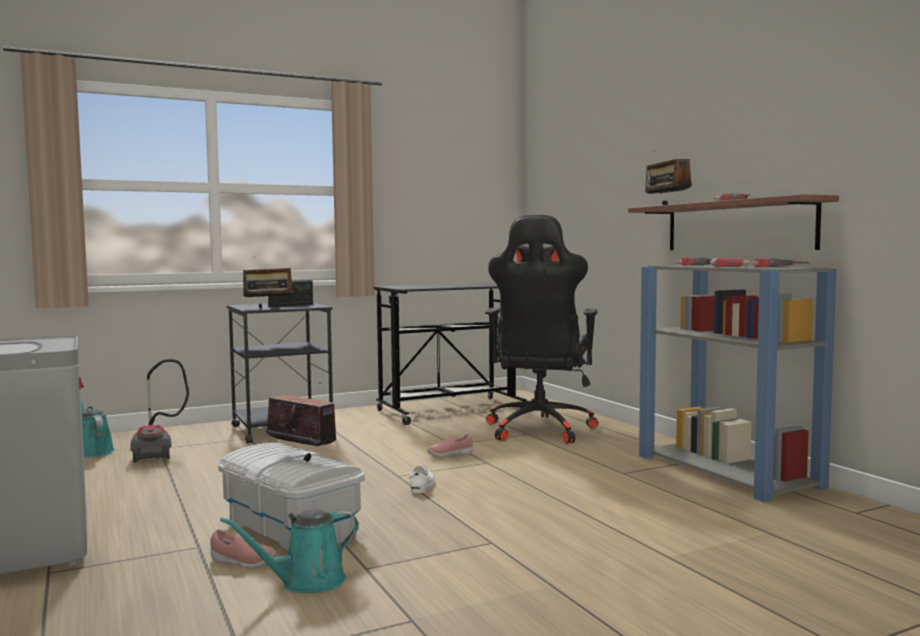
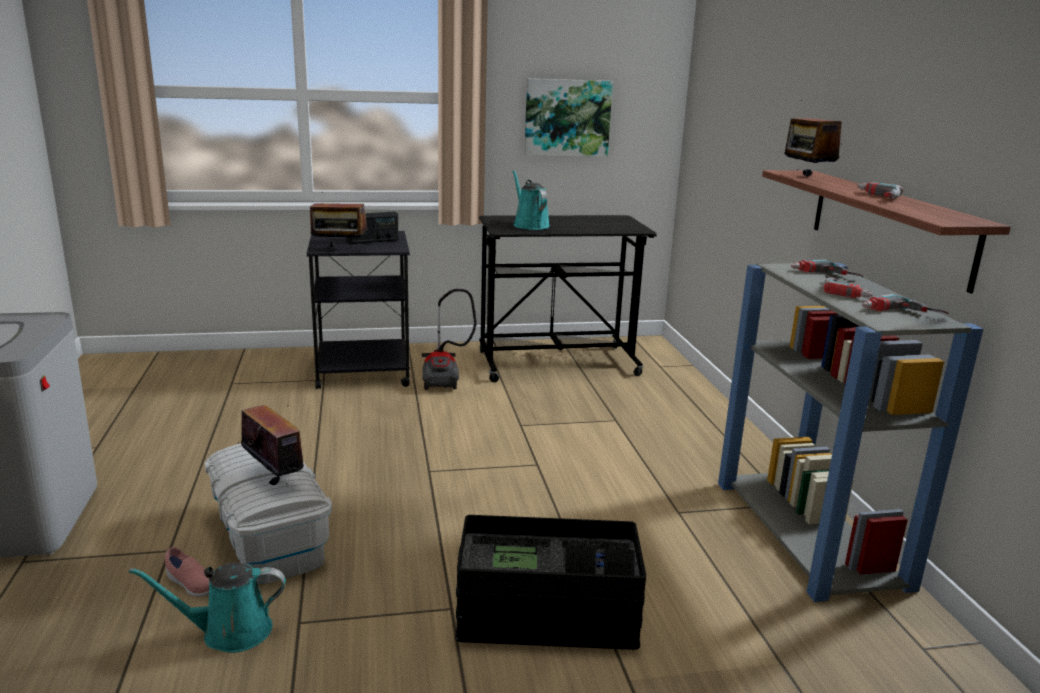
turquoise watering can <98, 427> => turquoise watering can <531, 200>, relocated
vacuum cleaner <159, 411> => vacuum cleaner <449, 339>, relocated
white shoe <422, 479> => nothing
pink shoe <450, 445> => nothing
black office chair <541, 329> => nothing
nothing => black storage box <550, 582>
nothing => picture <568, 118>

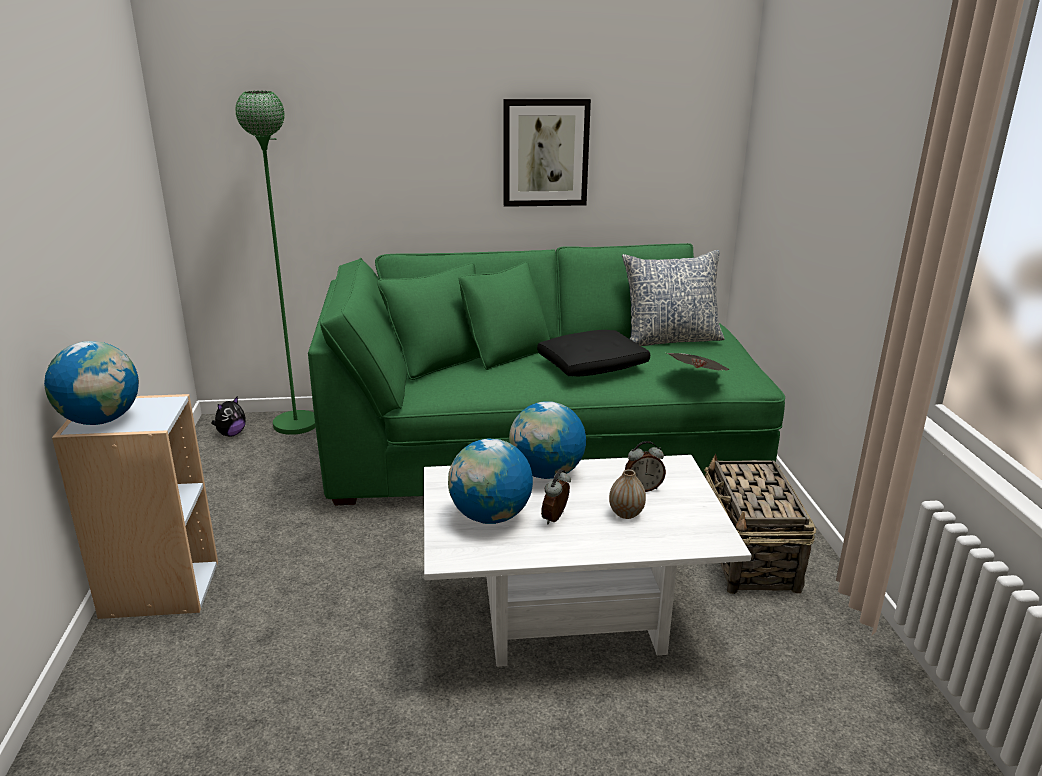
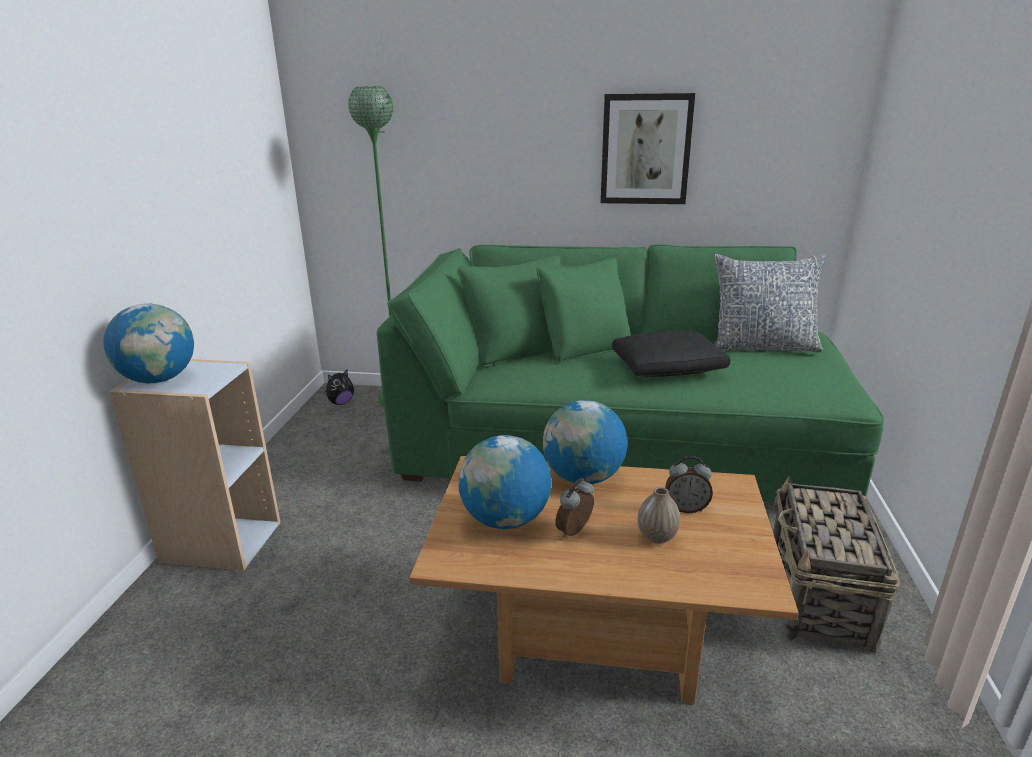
white coffee table <587, 561> => brown coffee table <604, 580>
newspaper <698, 362> => nothing

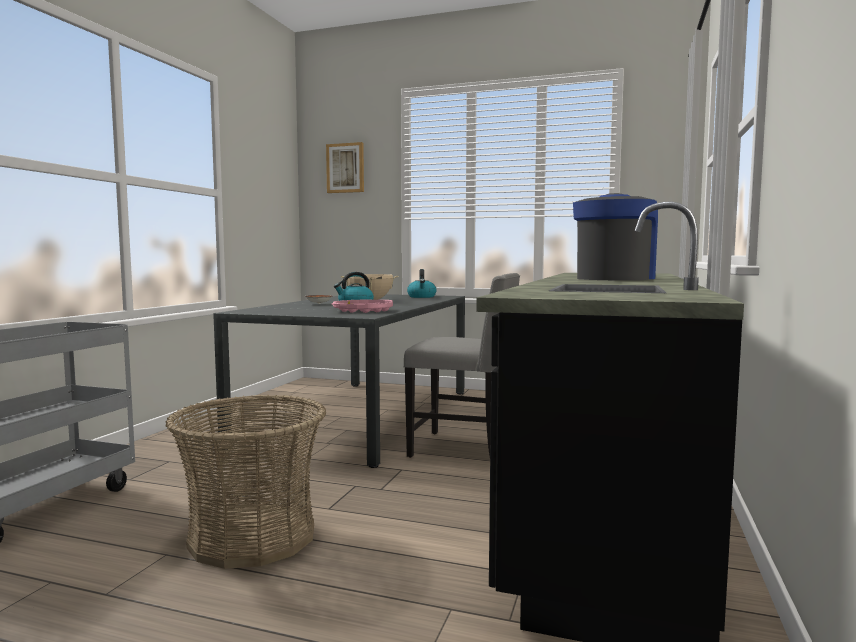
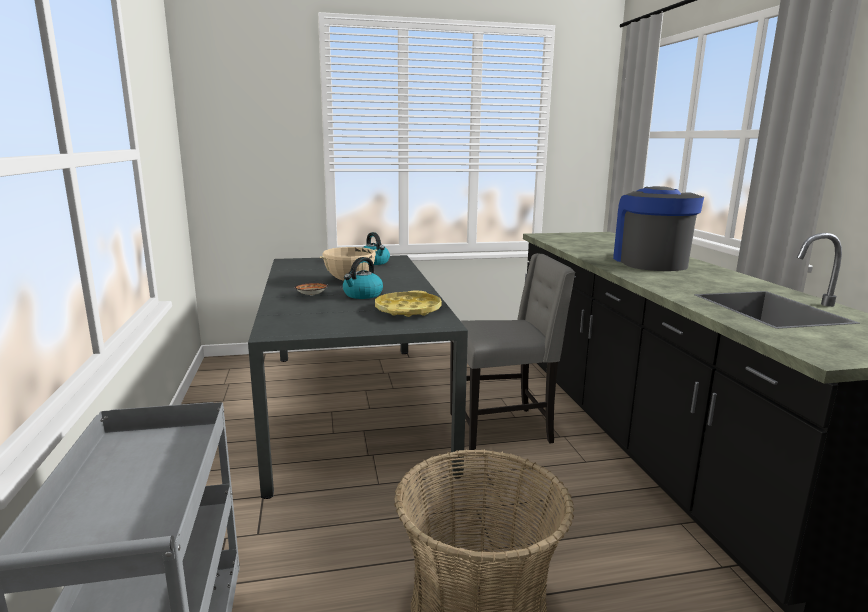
picture <345, 167> => nothing
pink tray <362, 306> => yellow tray <408, 303>

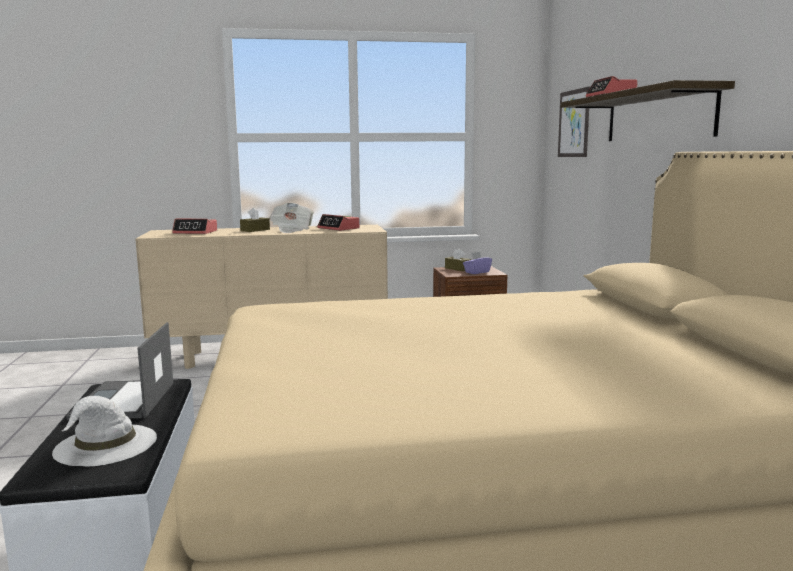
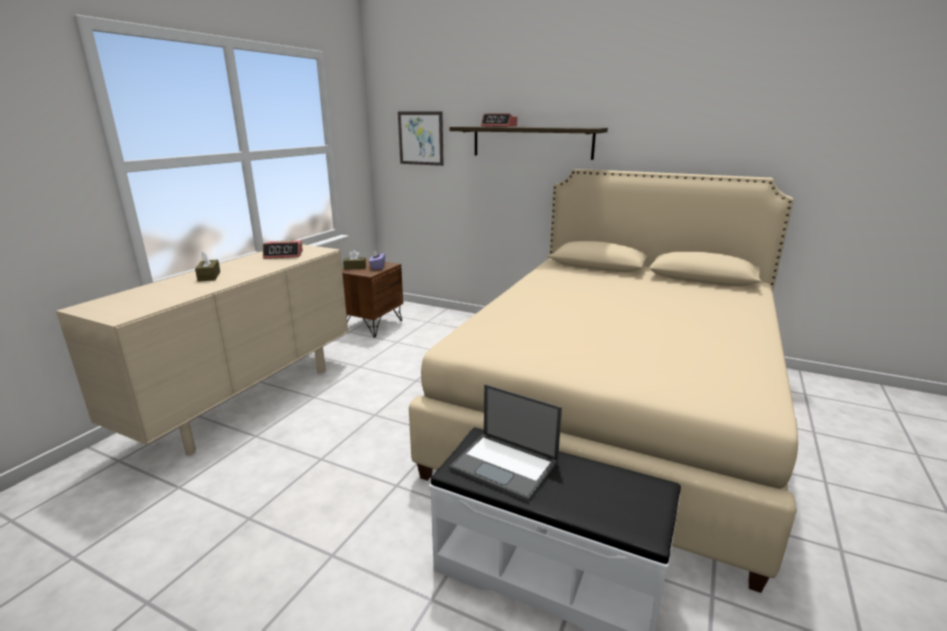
white hat <104, 431> => nothing
alarm clock <194, 226> => nothing
newspaper <291, 217> => nothing

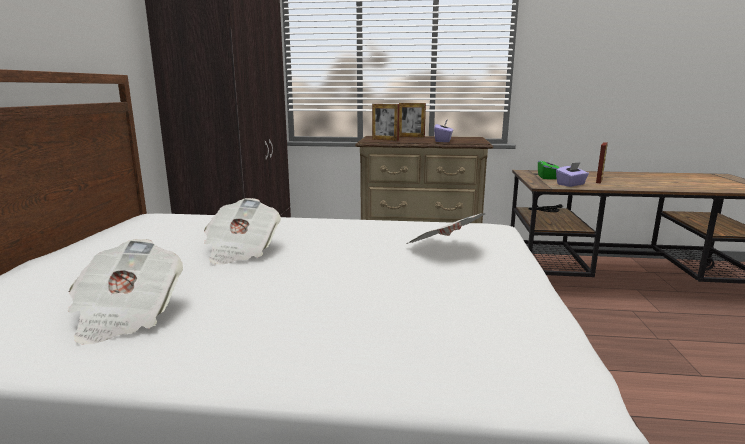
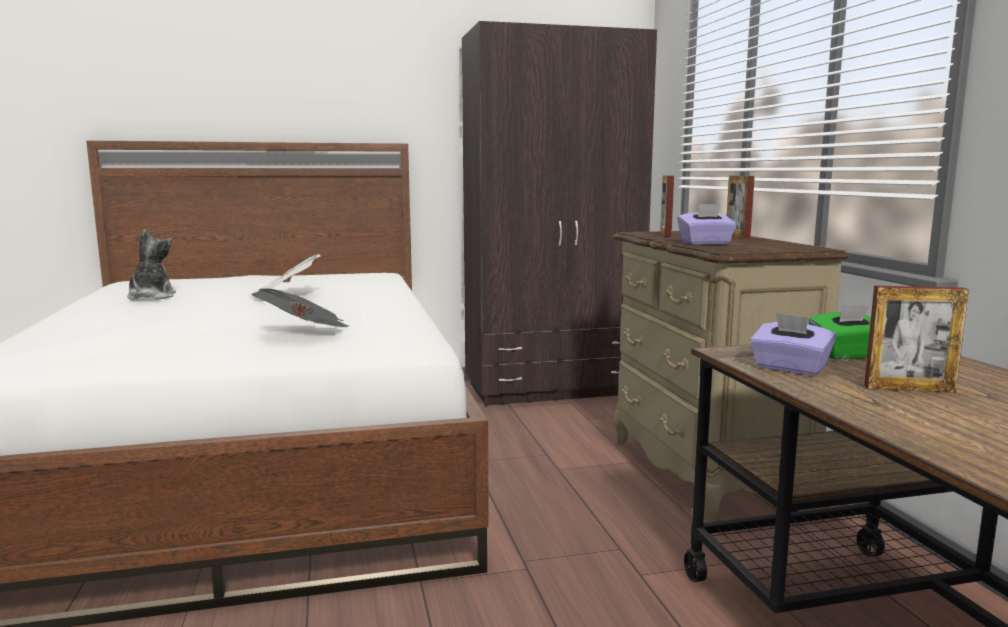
newspaper <125, 292> => plush toy <151, 264>

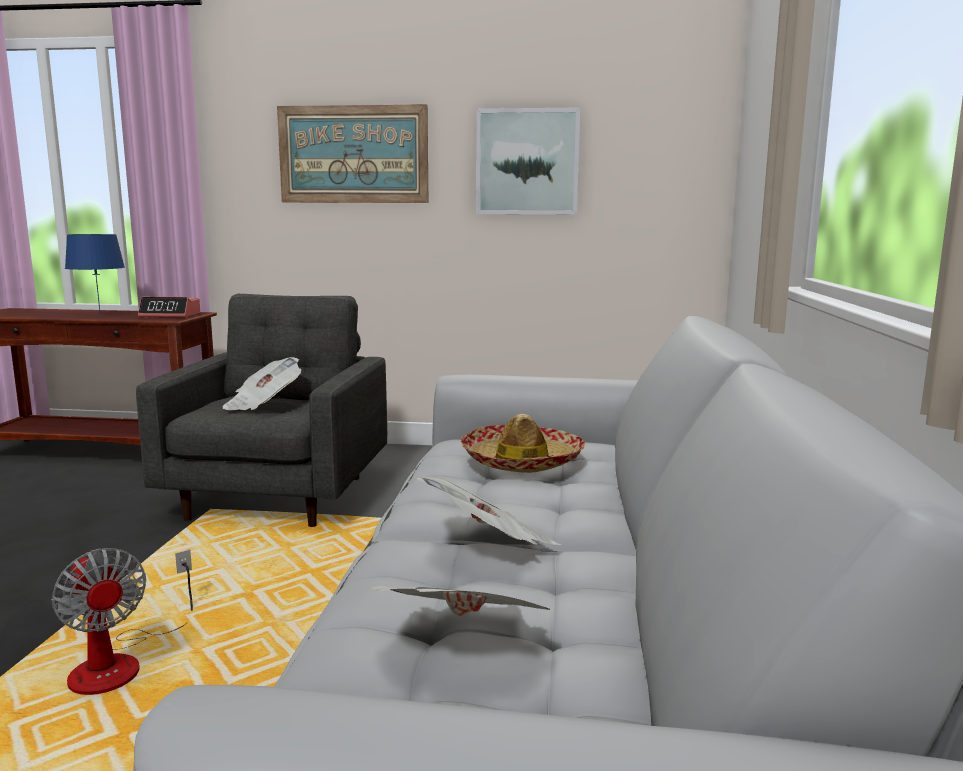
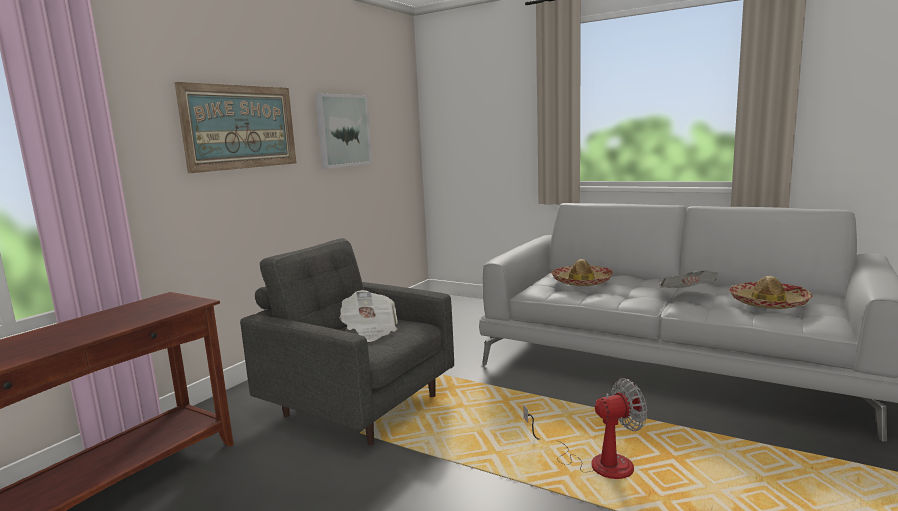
blue table lamp <95, 275> => nothing
alarm clock <169, 307> => nothing
newspaper <459, 600> => hat <771, 292>

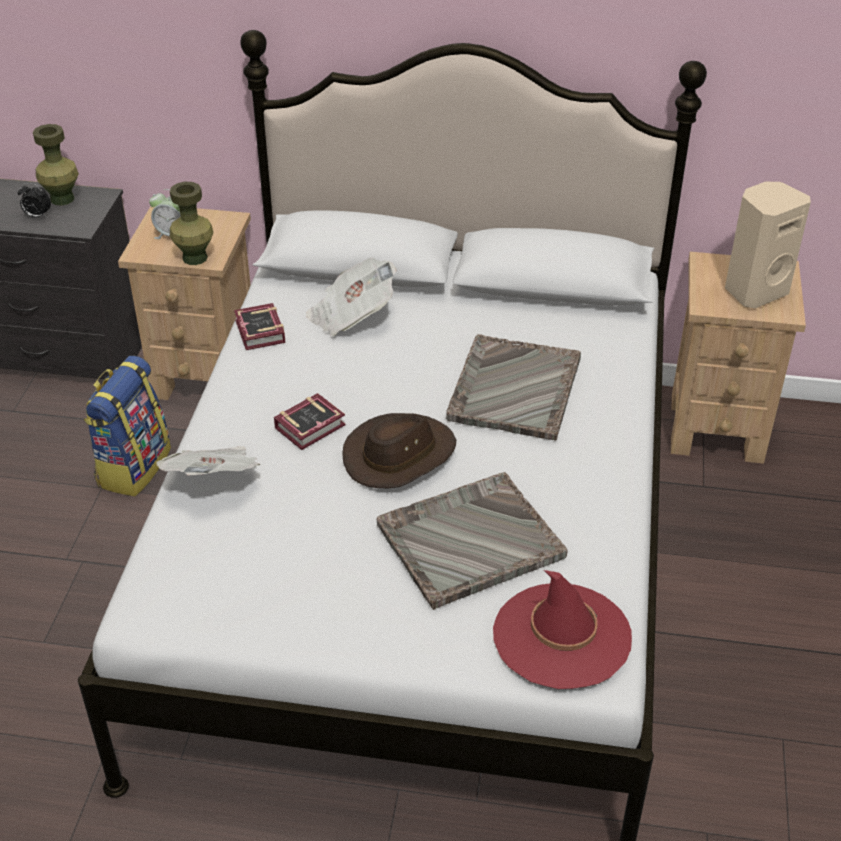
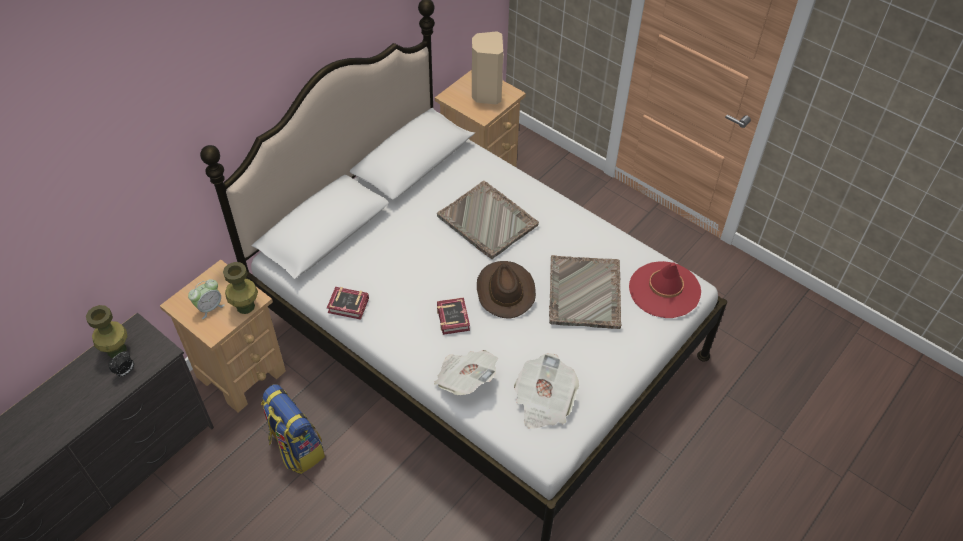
newspaper <351, 296> => newspaper <546, 391>, relocated

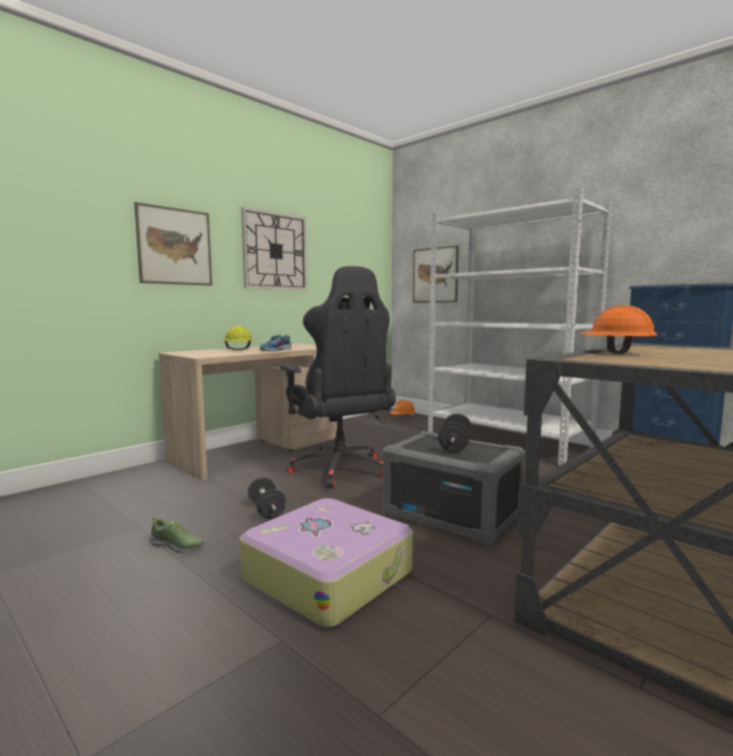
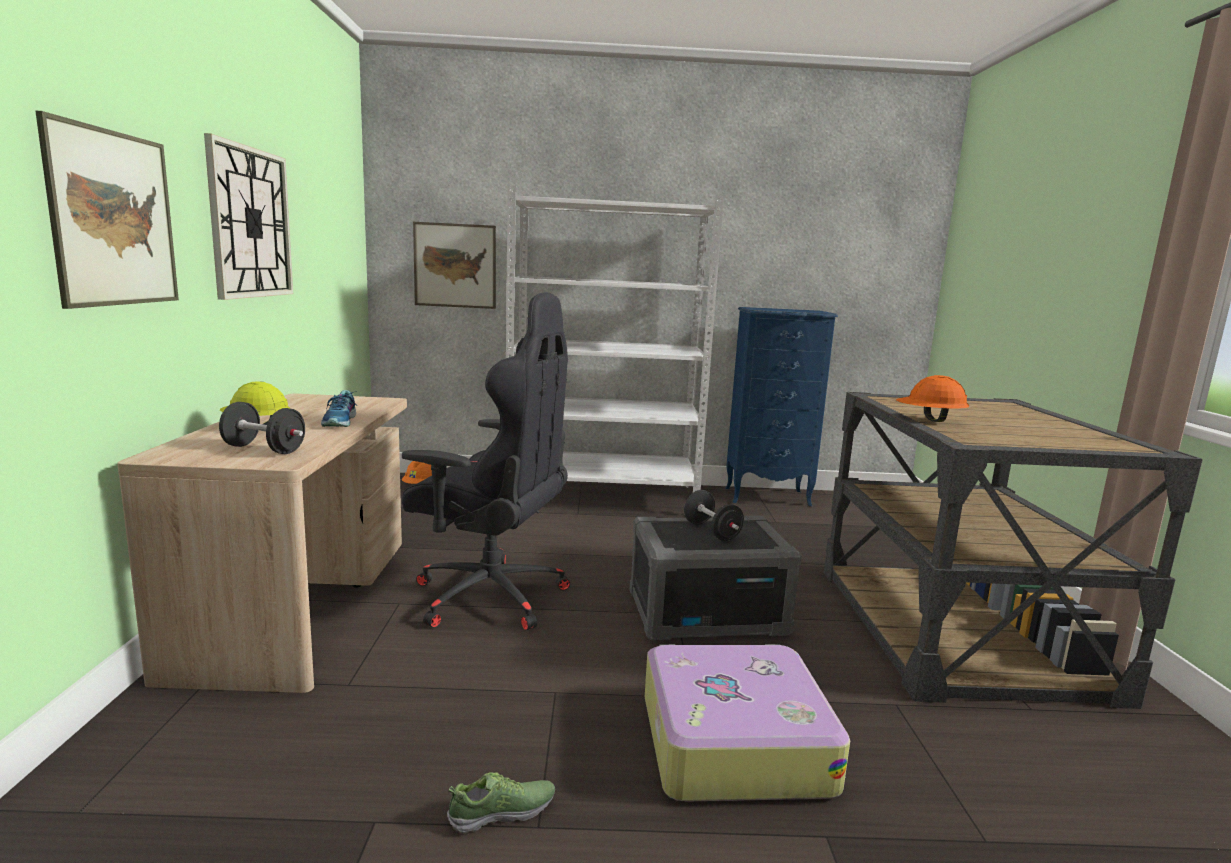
black dumbbell <267, 498> => black dumbbell <262, 428>, relocated

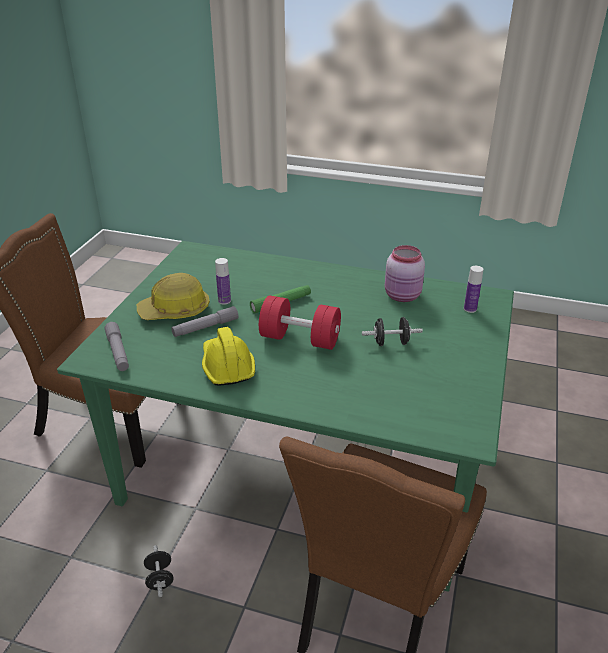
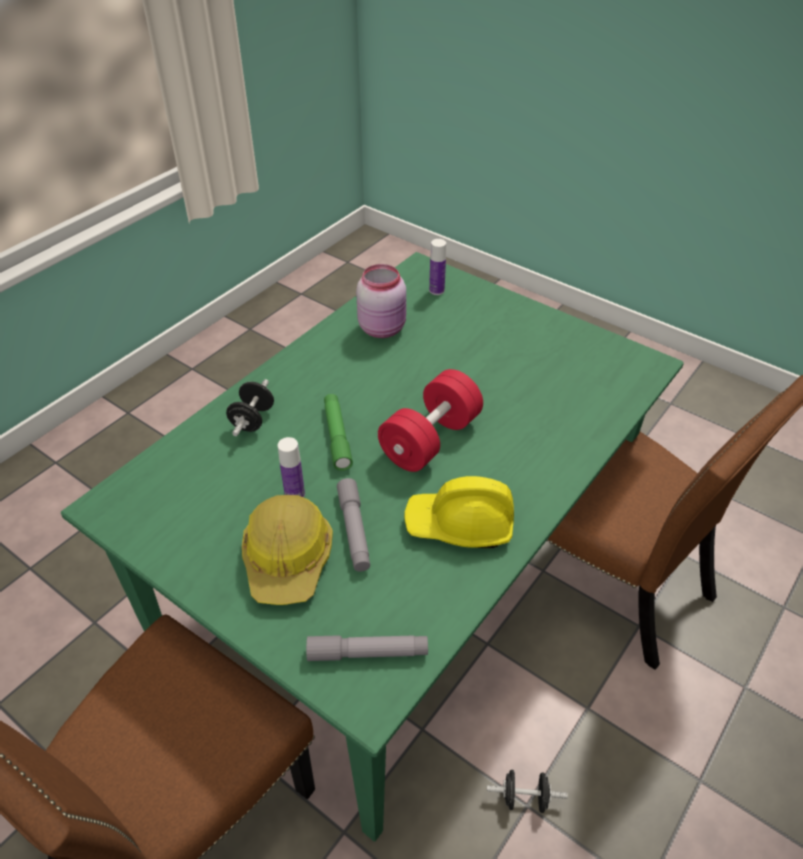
black dumbbell <392, 331> => black dumbbell <250, 407>, relocated

